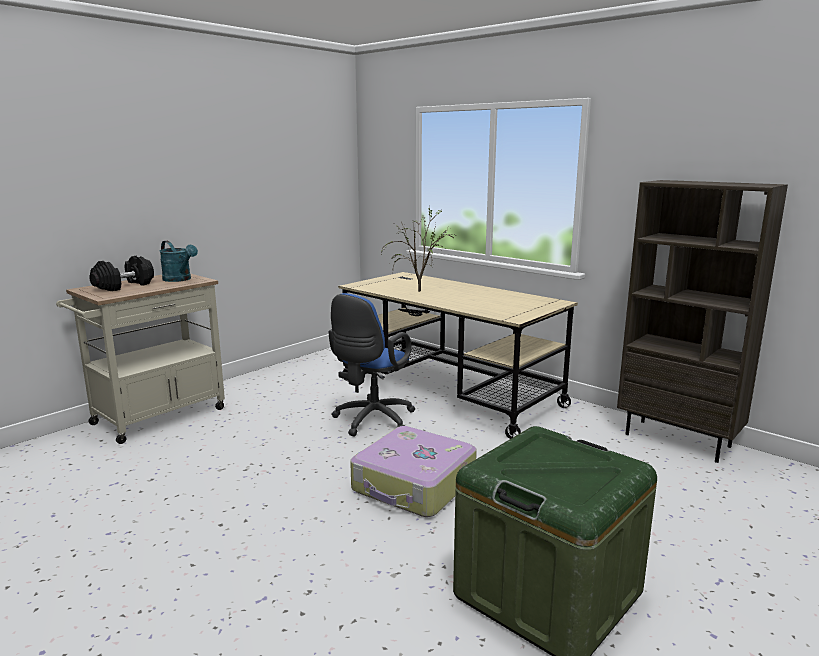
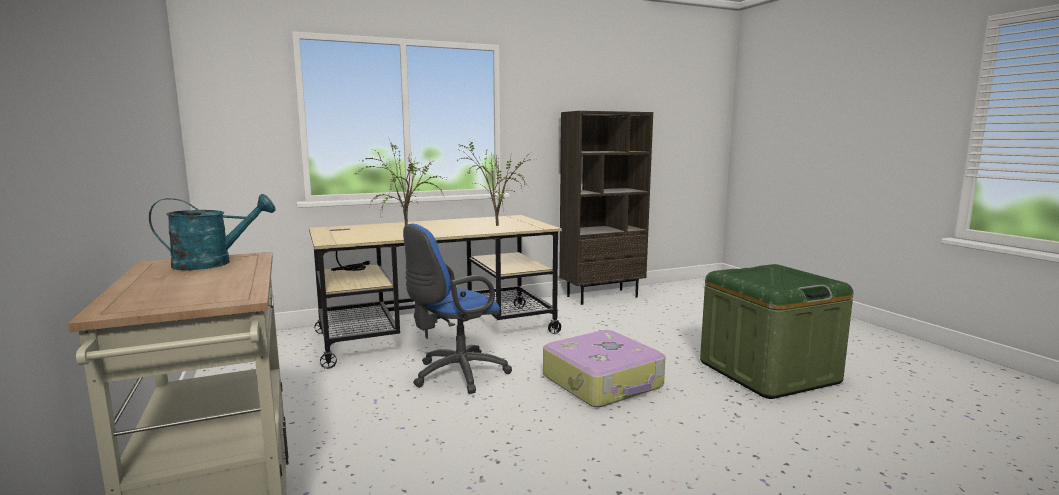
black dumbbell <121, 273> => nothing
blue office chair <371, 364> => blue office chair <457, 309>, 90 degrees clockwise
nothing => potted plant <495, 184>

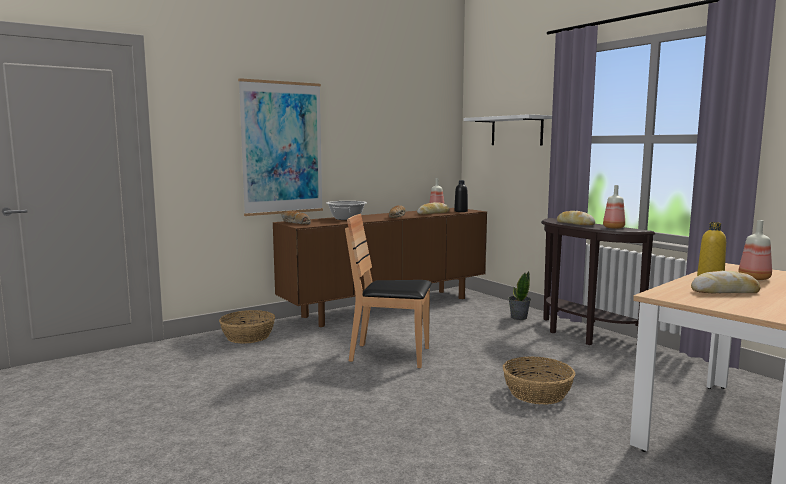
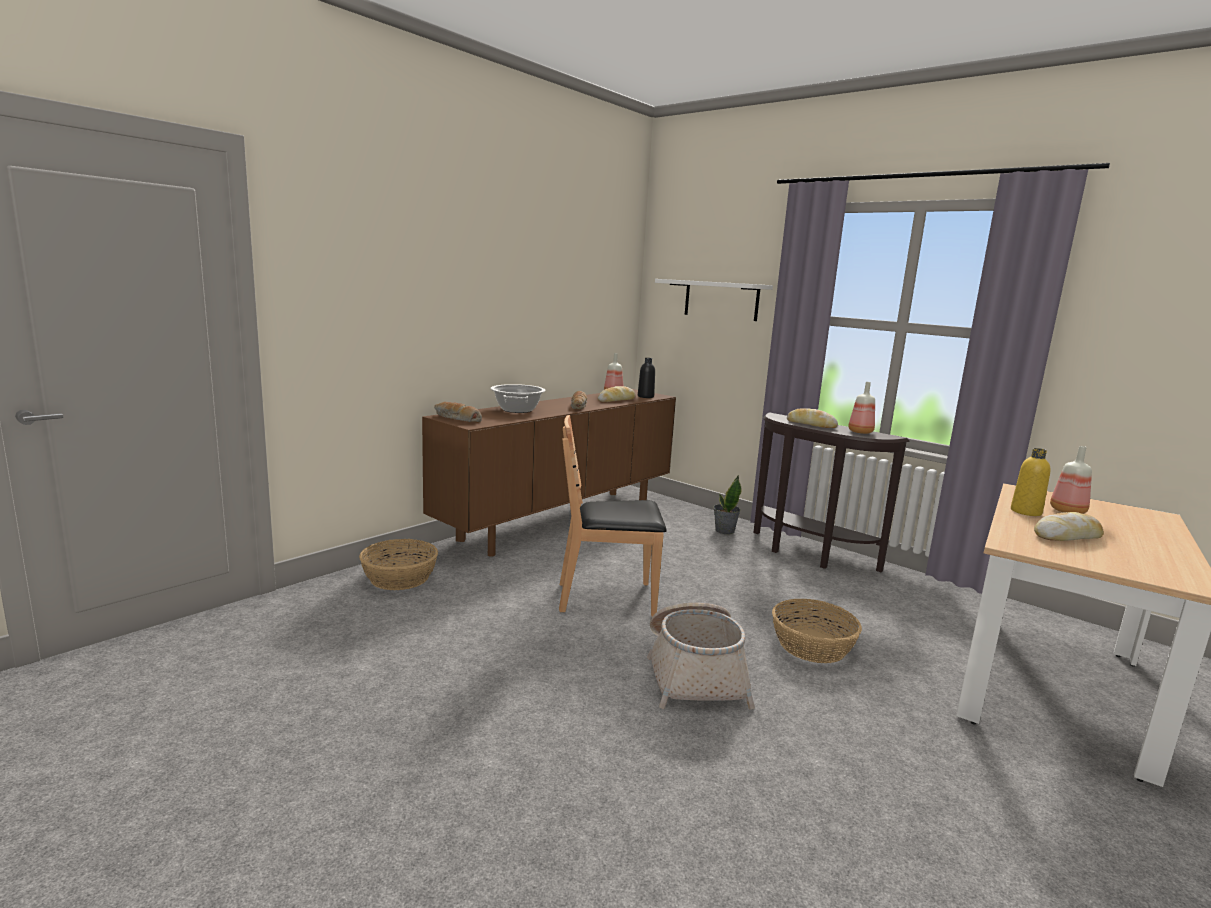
picture <280, 147> => nothing
nothing => basket <701, 656>

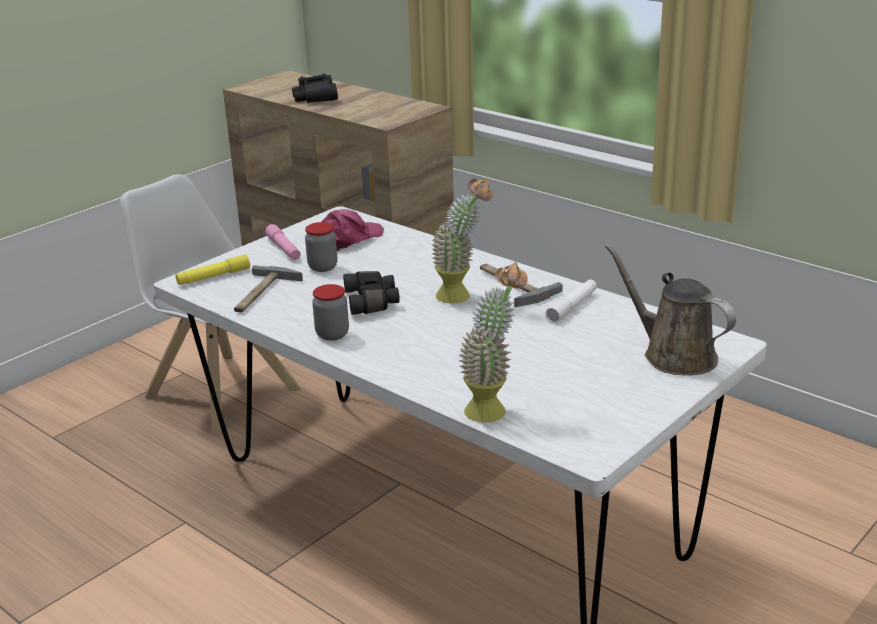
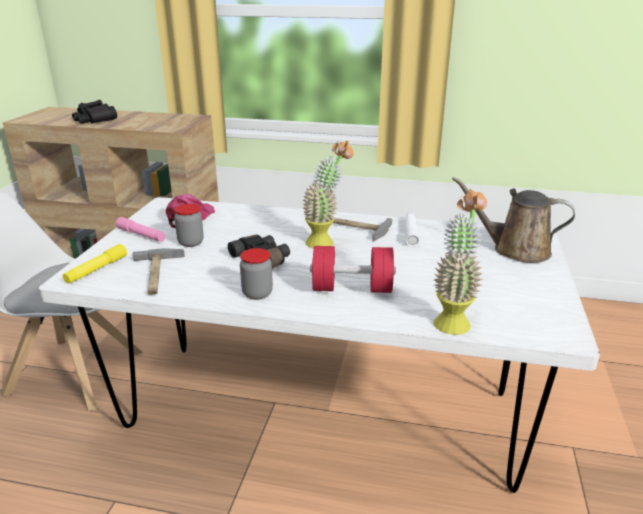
nothing => red dumbbell <353, 269>

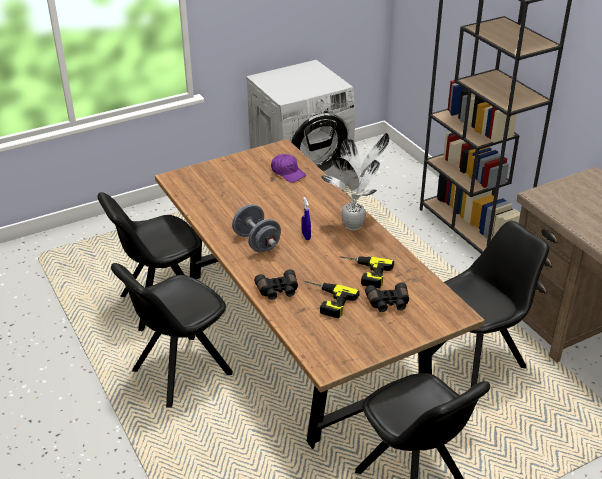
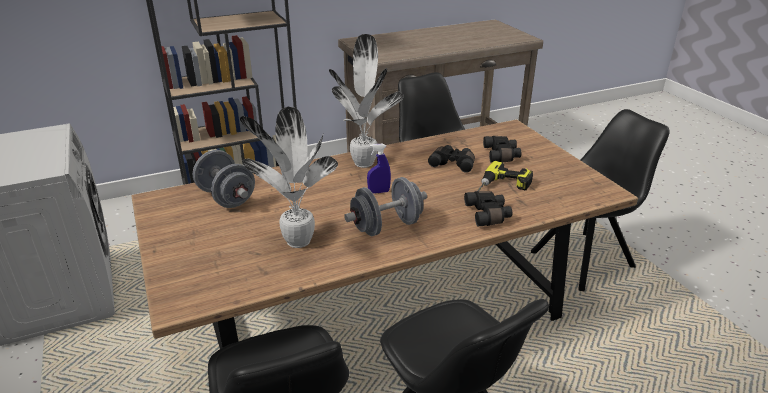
purple cap <288, 168> => grey dumbbell <224, 179>
power drill <367, 272> => black binoculars <451, 159>
nothing => potted plant <289, 177>

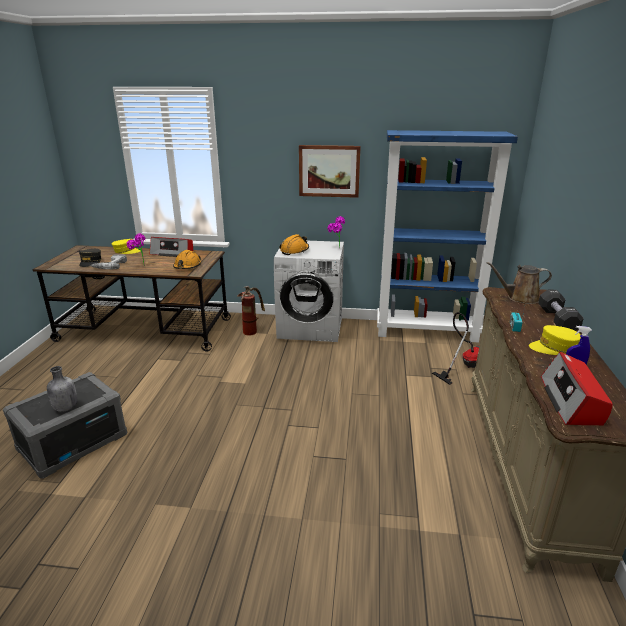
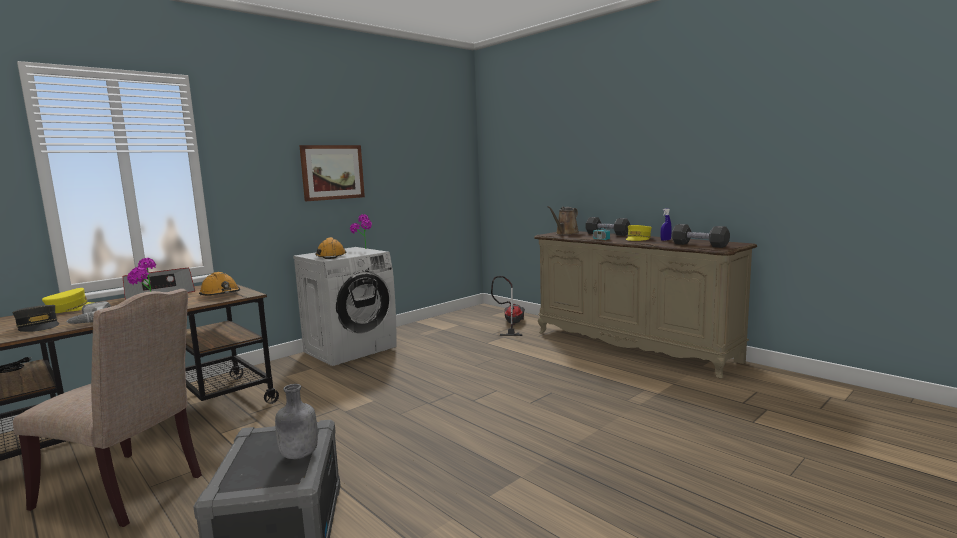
fire extinguisher <251, 310> => nothing
blue bookcase <447, 236> => nothing
radio <577, 388> => black dumbbell <701, 236>
nothing => beige chair <107, 408>

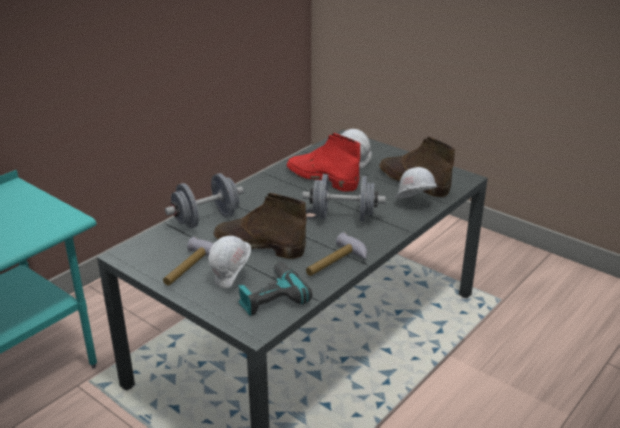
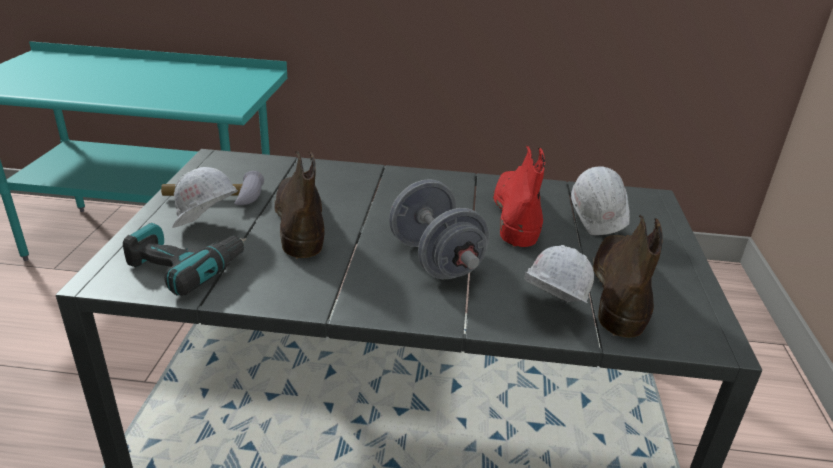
grey dumbbell <204, 200> => nothing
hammer <336, 254> => nothing

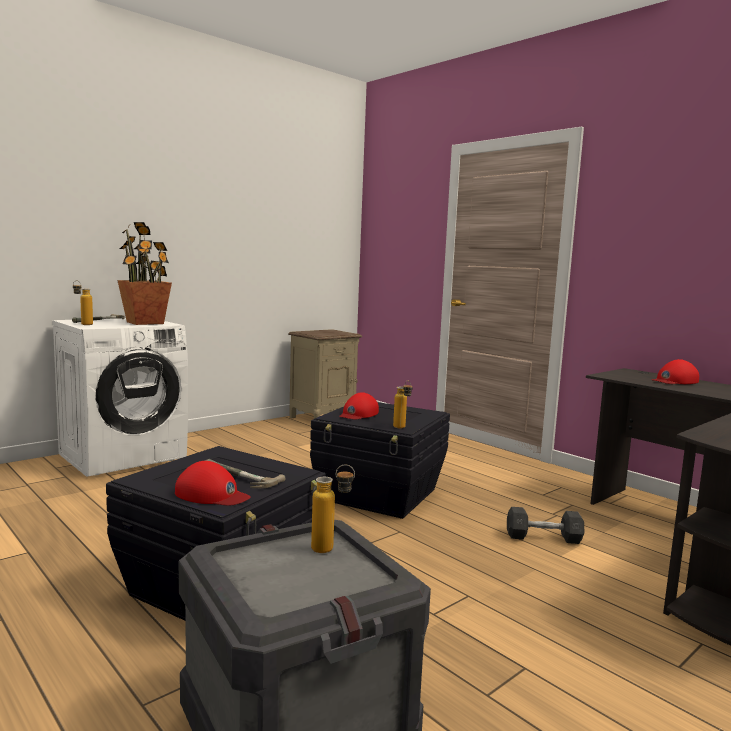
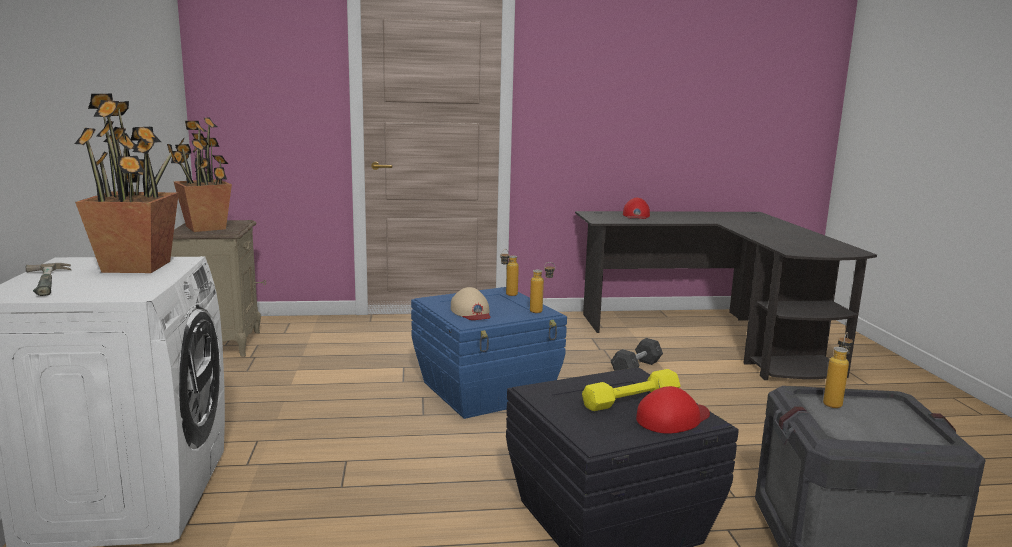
bottle <83, 302> => bottle <509, 272>, relocated
hammer <245, 473> => yellow dumbbell <631, 390>
black storage box <380, 460> => blue storage box <489, 353>
red cap <359, 406> => beige cap <471, 303>
nothing => potted plant <201, 174>

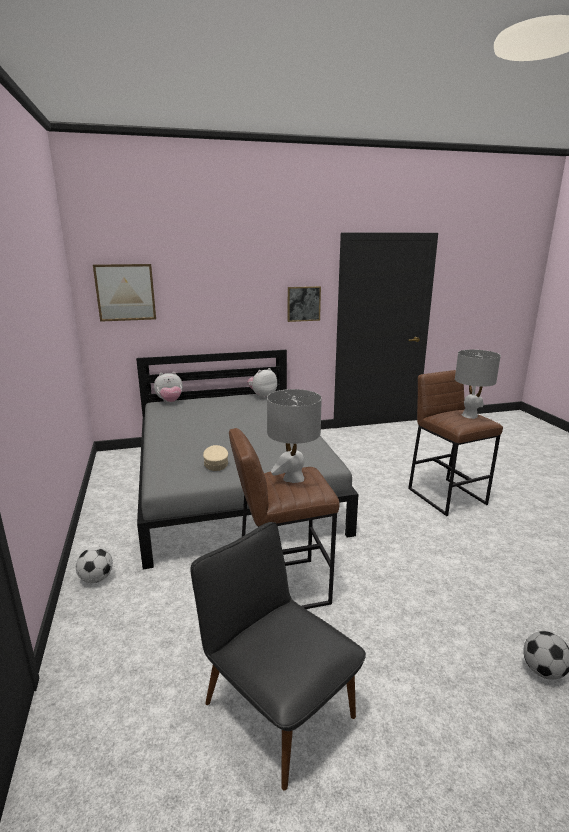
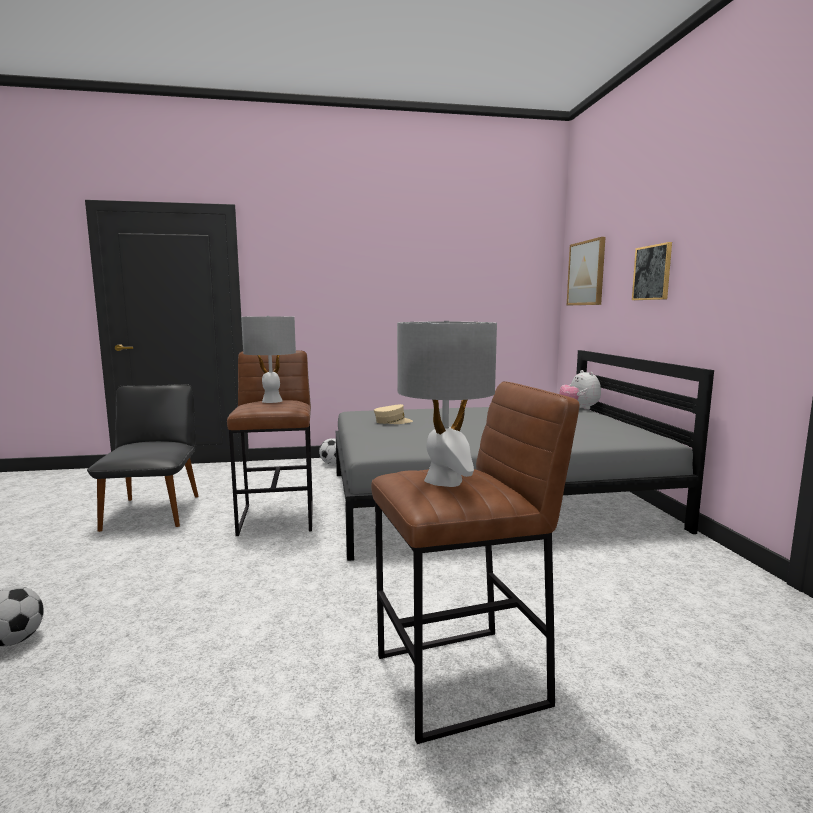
black chair <278, 656> => black chair <143, 458>, 60 degrees counterclockwise
plush toy <262, 383> => nothing
picture <304, 304> => picture <652, 271>, relocated

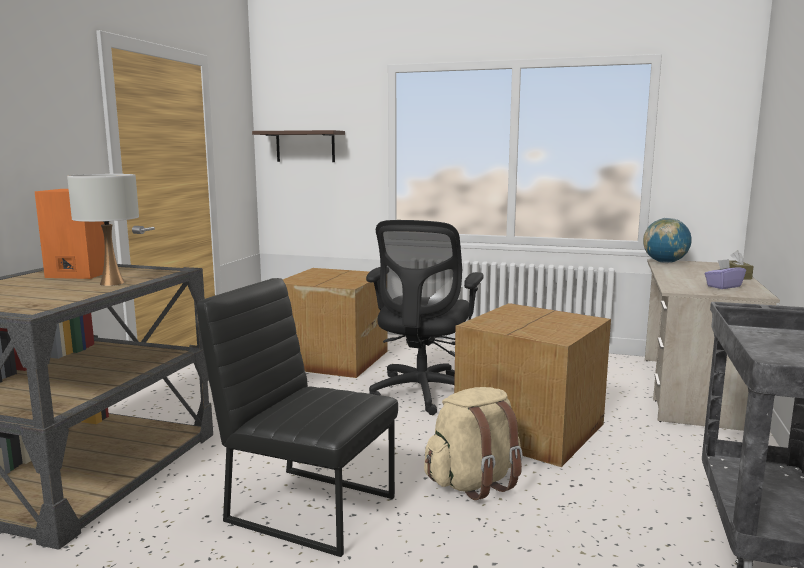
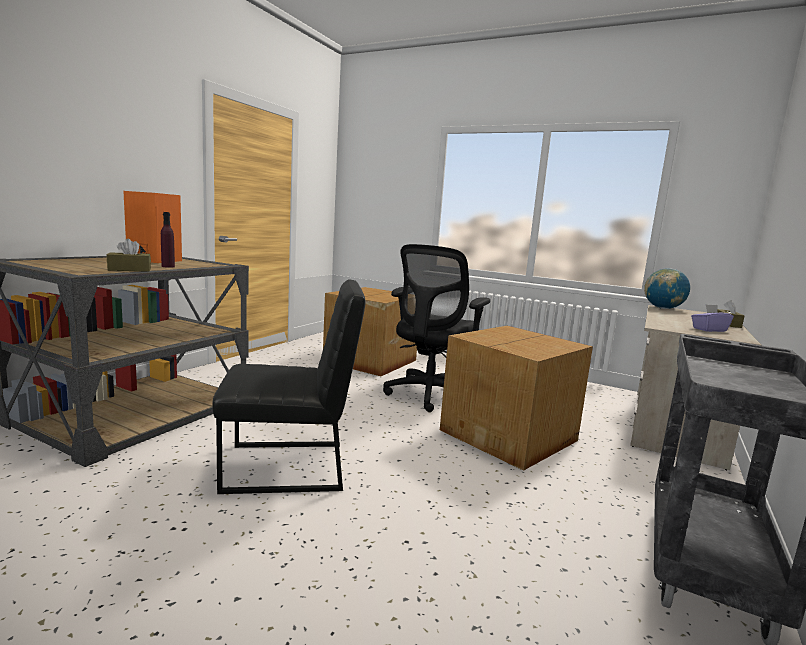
white table lamp <103, 230> => purple bottle <168, 240>
black chair <297, 417> => black chair <289, 386>, 135 degrees clockwise
shelf <298, 146> => nothing
beige backpack <473, 443> => nothing
nothing => brown tissue box <129, 255>

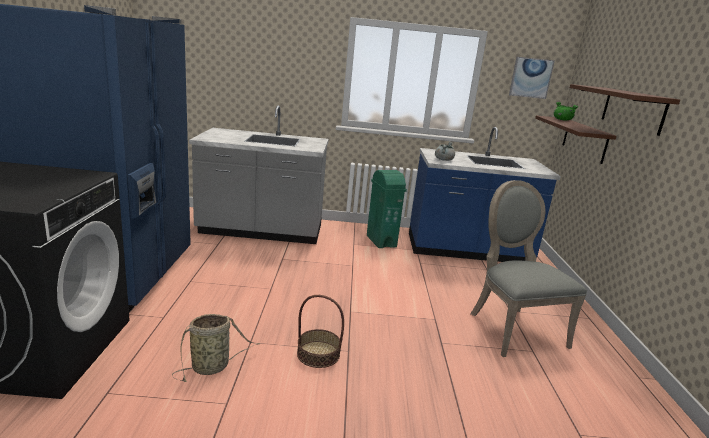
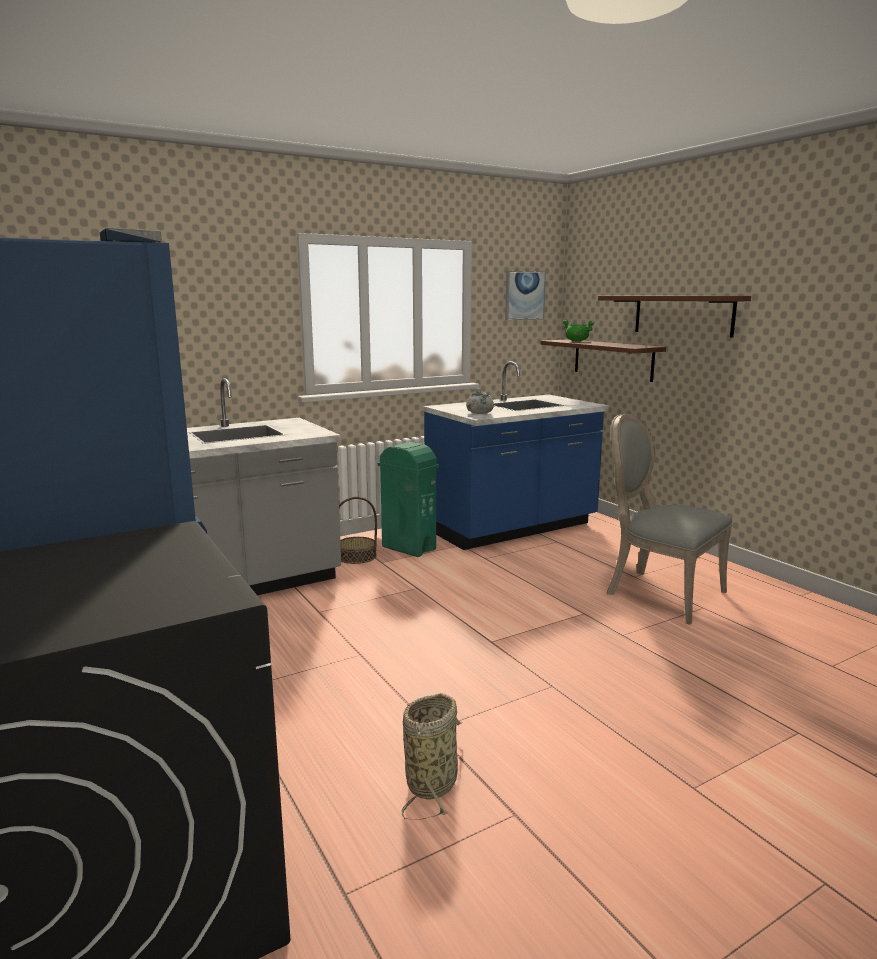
basket <320, 331> => basket <358, 530>, relocated

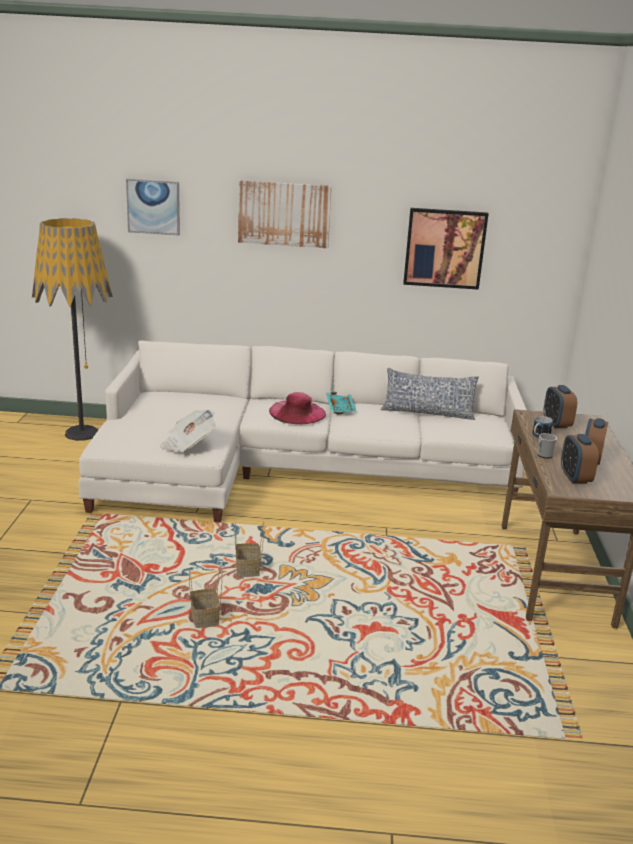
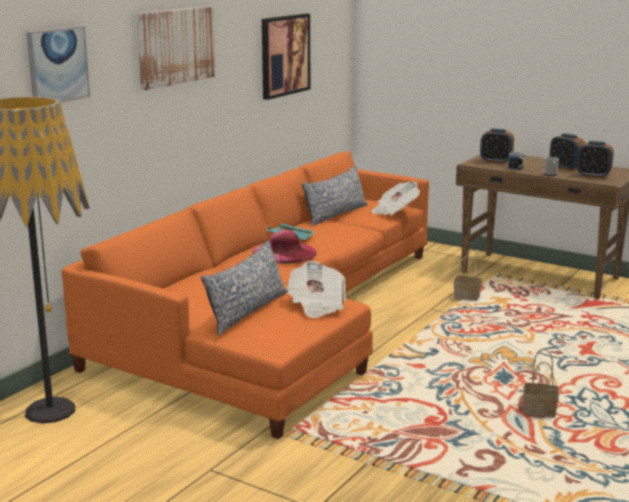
white sofa <303, 431> => orange sofa <245, 295>
basket <249, 549> => basket <468, 275>, relocated
nothing => pillow <244, 287>
nothing => newspaper <395, 198>

